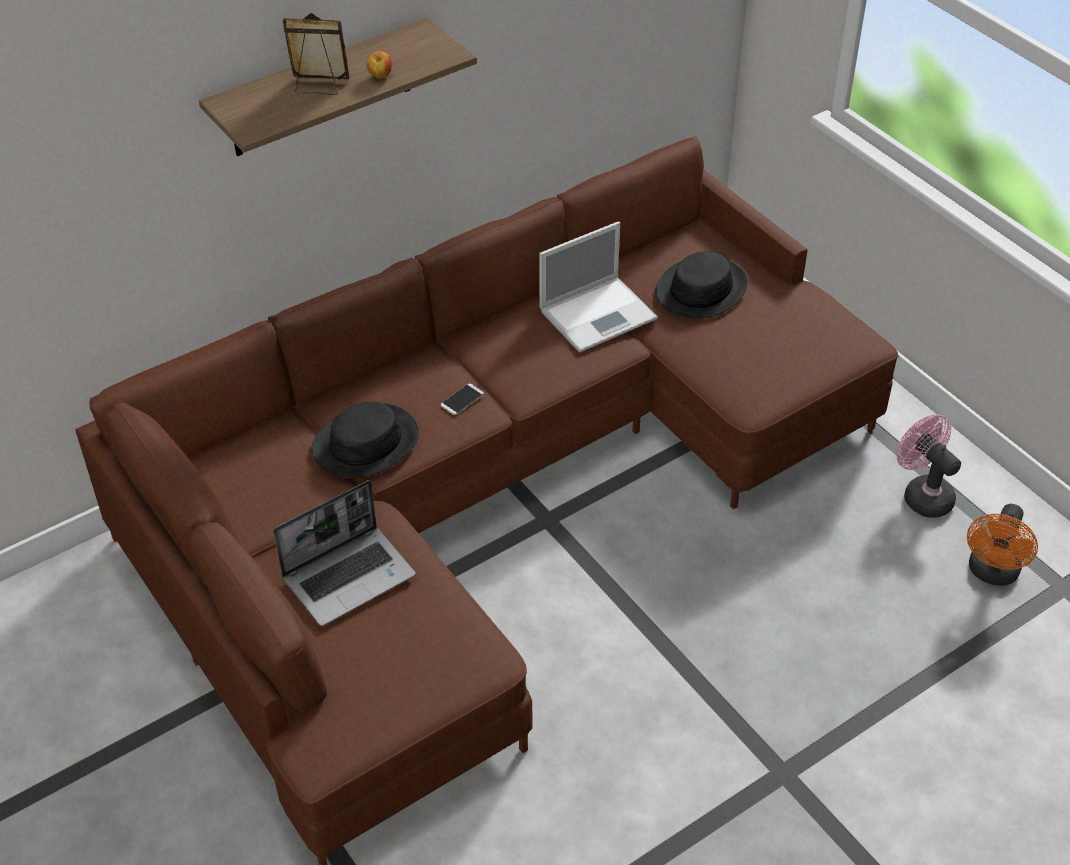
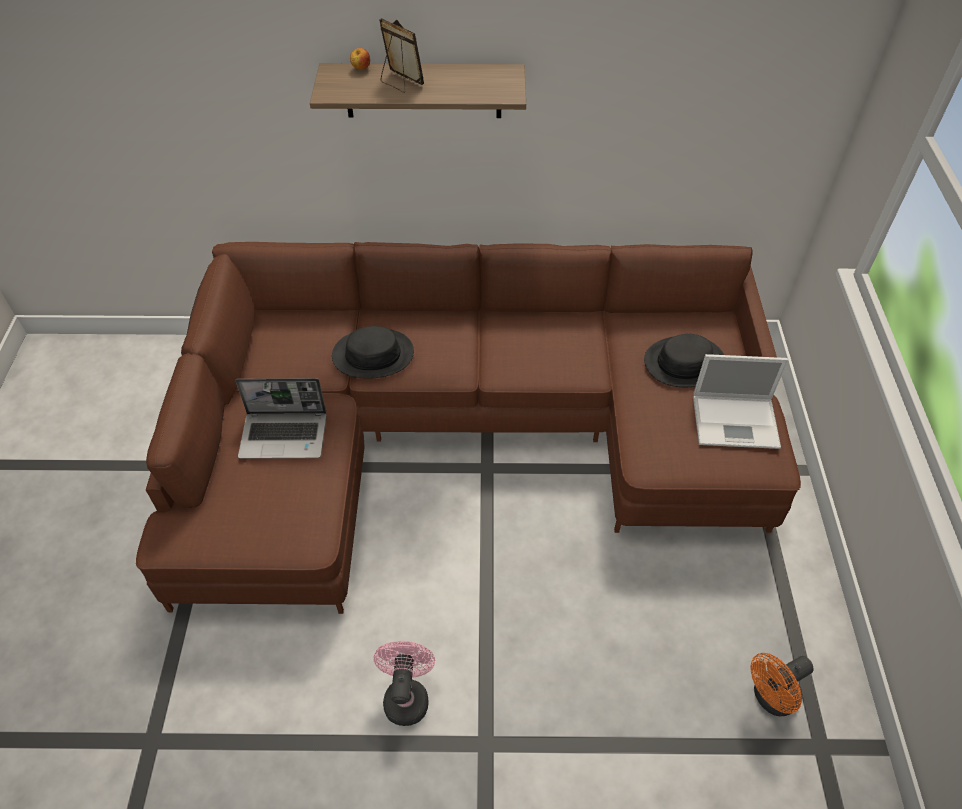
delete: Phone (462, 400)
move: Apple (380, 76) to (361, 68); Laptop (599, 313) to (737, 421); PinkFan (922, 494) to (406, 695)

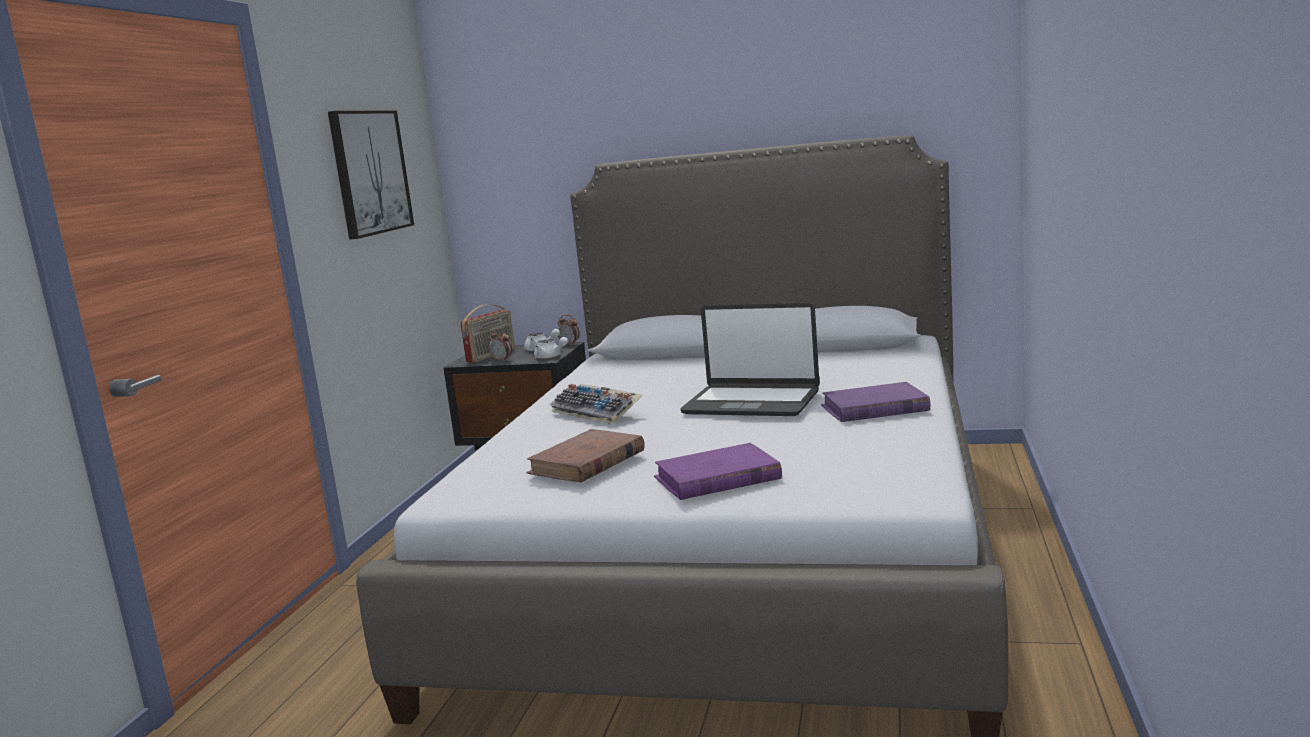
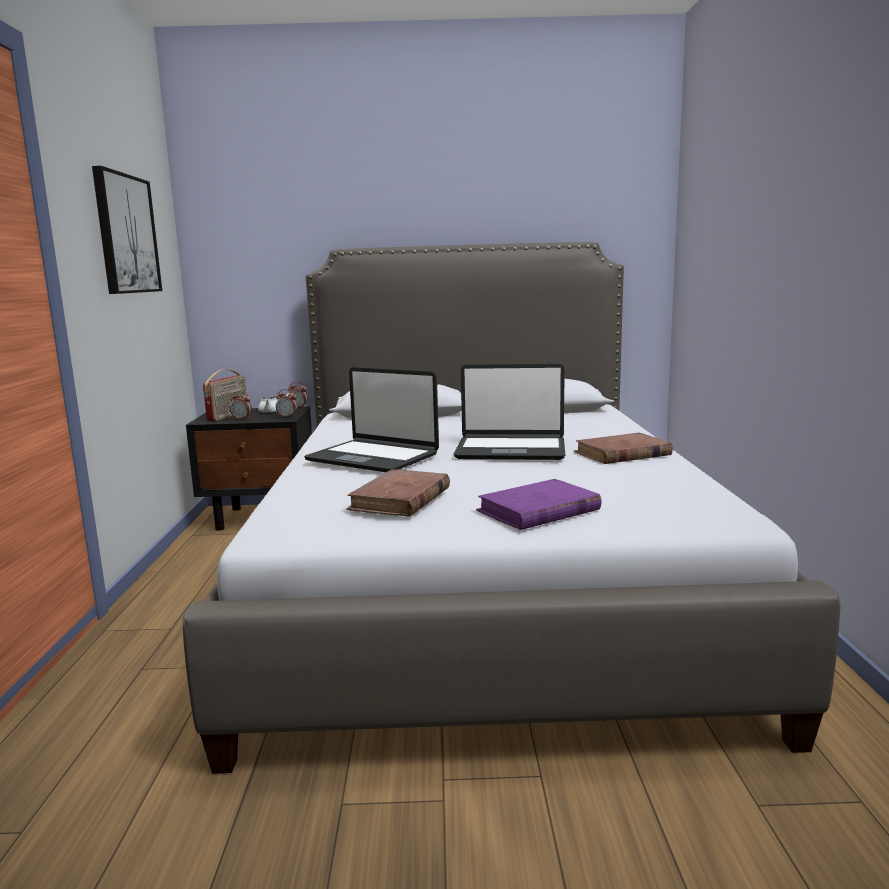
replace: WhiteTeapot (550, 357) to AlarmClock (287, 417); Keyboard (598, 412) to Laptop (373, 457)
recolor: PurpleBook (874, 408) to BrownBook (622, 454)

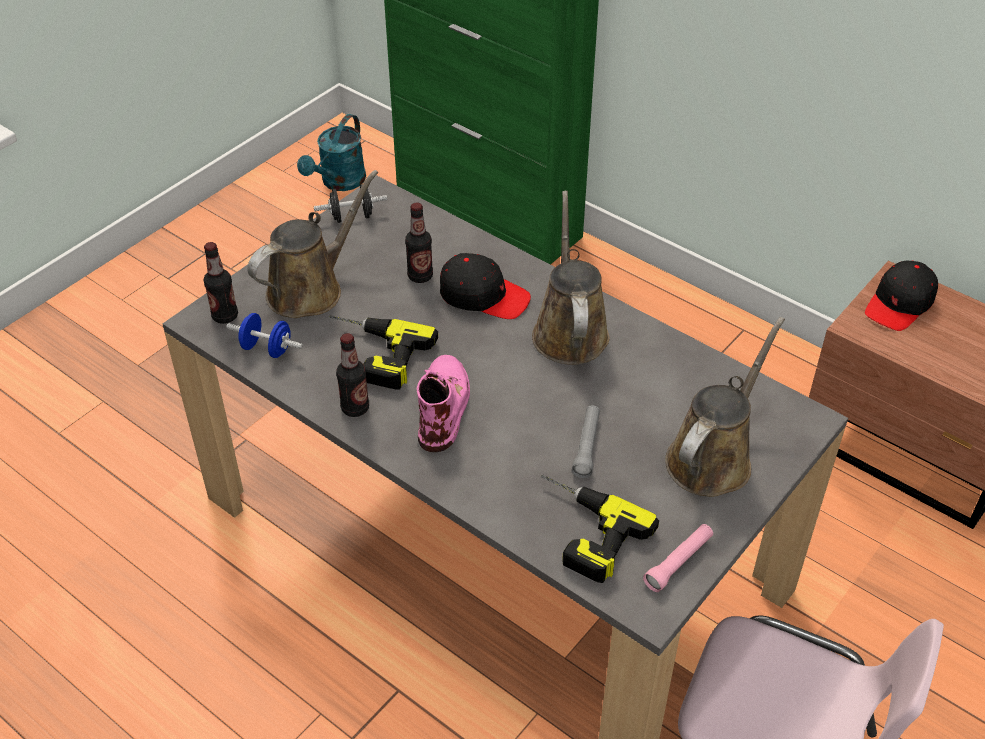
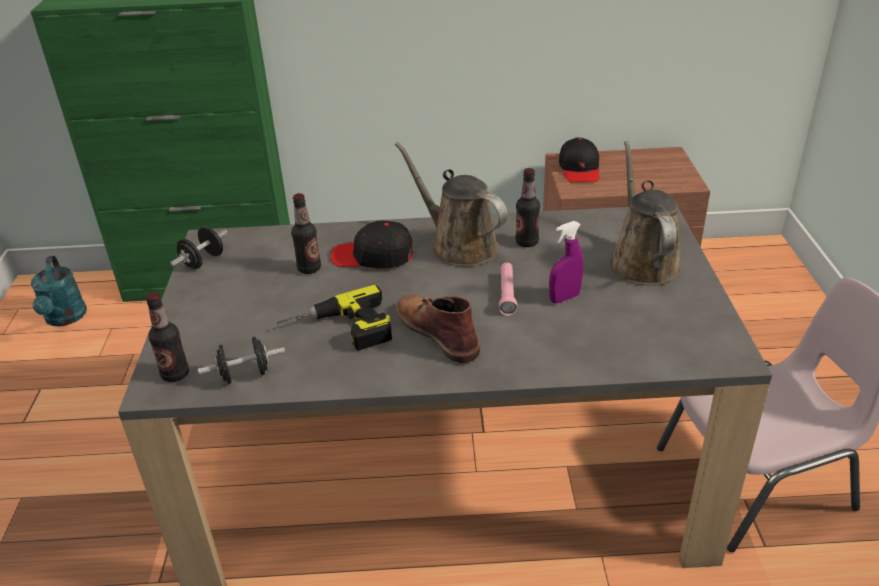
delete: BrownWateringCan (310, 289); PowerDrill (580, 531)
move: Bottle (355, 408) to (527, 242); PinkFlashlight (678, 562) to (507, 294)
replace: GreyFlashlight (587, 446) to PurpleSprayBottle (564, 298)
recolor: BlueDumbbell (267, 349) to BlackDumbbell (245, 375); PinkBoot (443, 405) to BrownBoot (437, 331)
rotate: BlackCap (484, 296) = (373, 256) 150 degrees counterclockwise

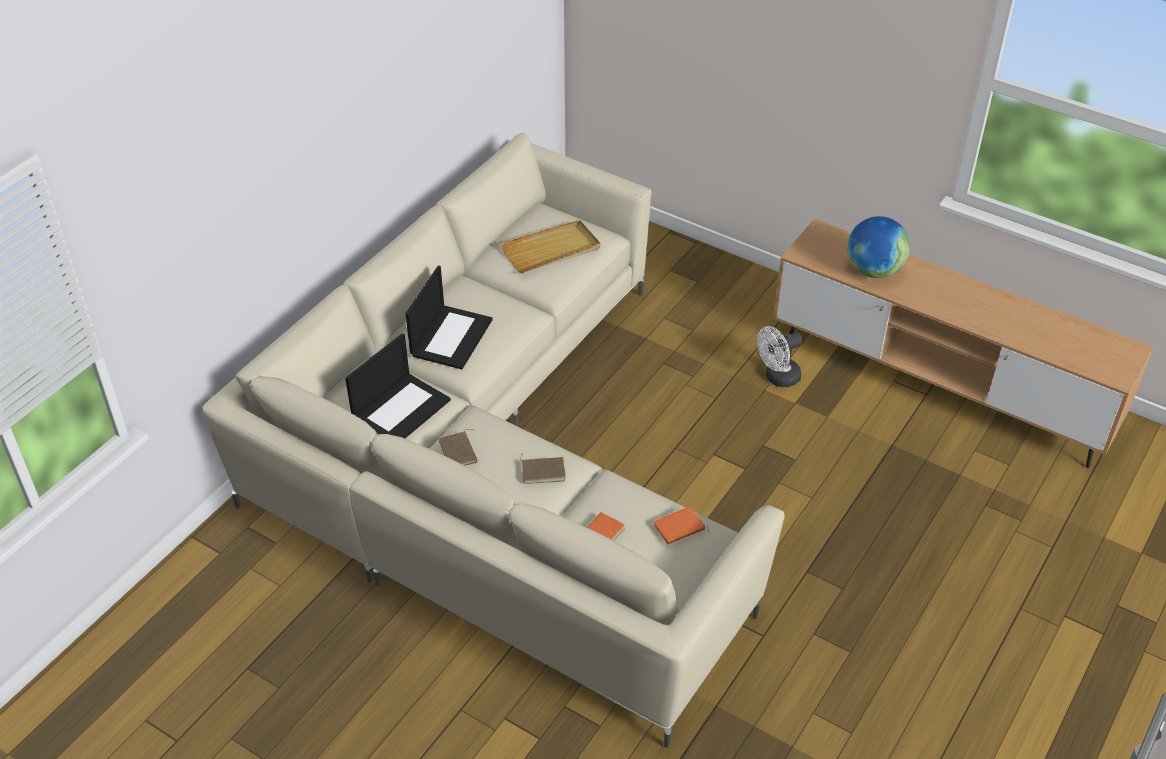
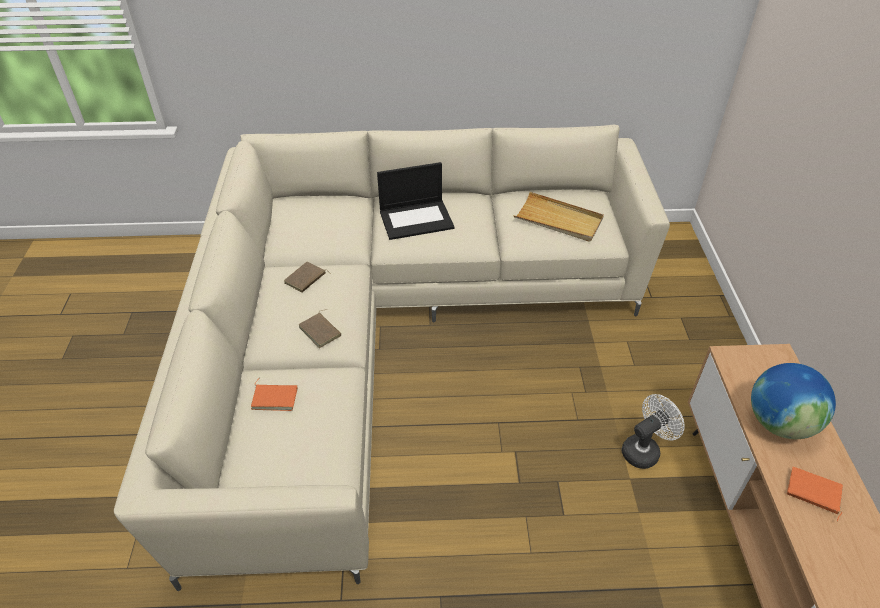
delete: Laptop (401, 409)
move: OrangeBook (679, 528) to (813, 493)
rotate: WhiteFan (777, 378) = (644, 450) 120 degrees clockwise

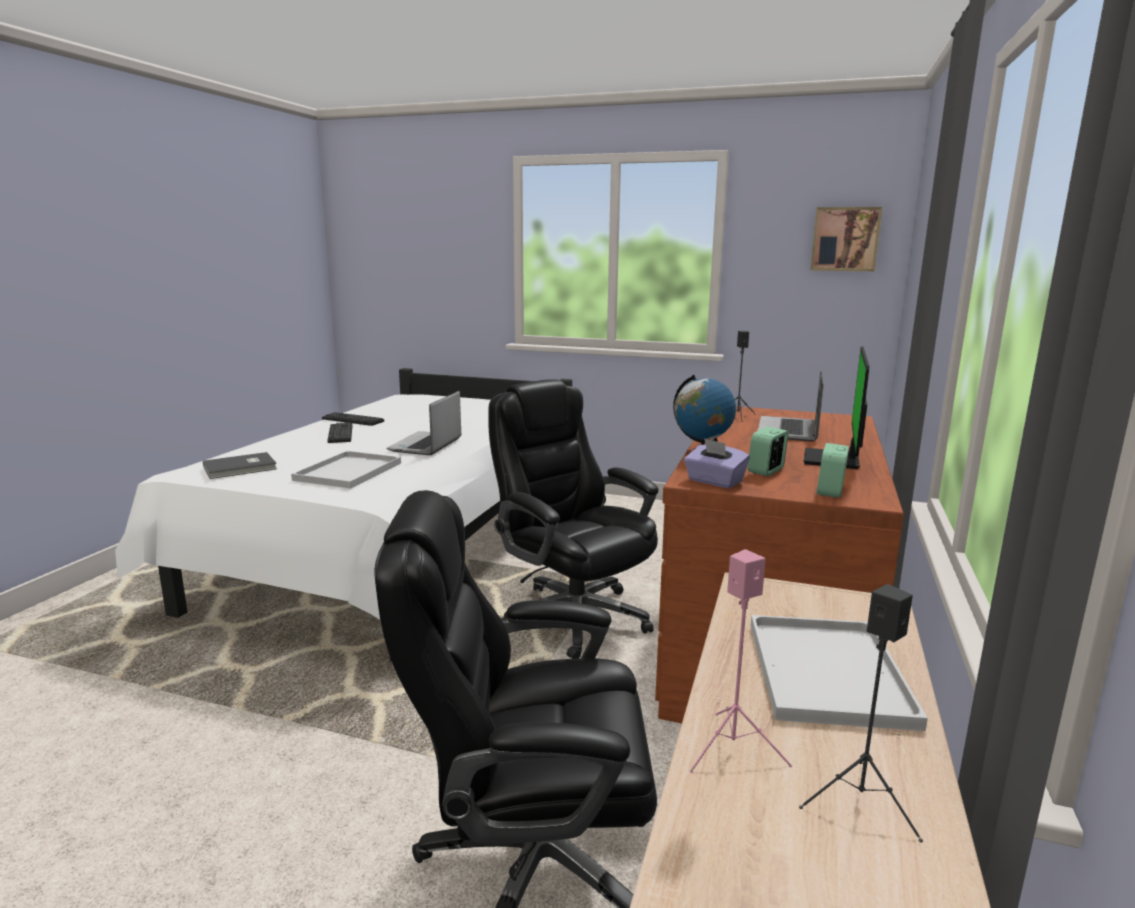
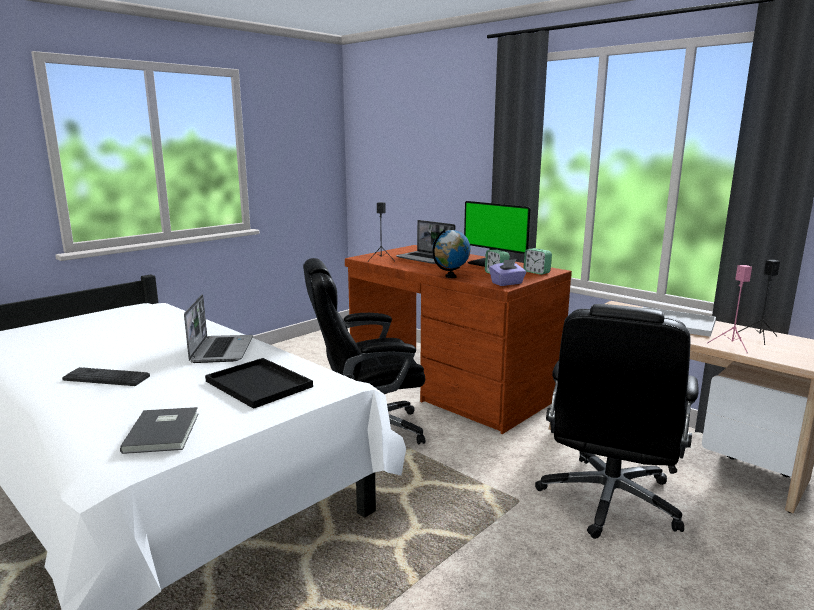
delete: Keyboard (353, 420); Picture (845, 239)
recolor: WhiteTray (348, 472) to BlackTray (260, 384)
rotate: Laptop (426, 445) = (221, 350) 135 degrees counterclockwise

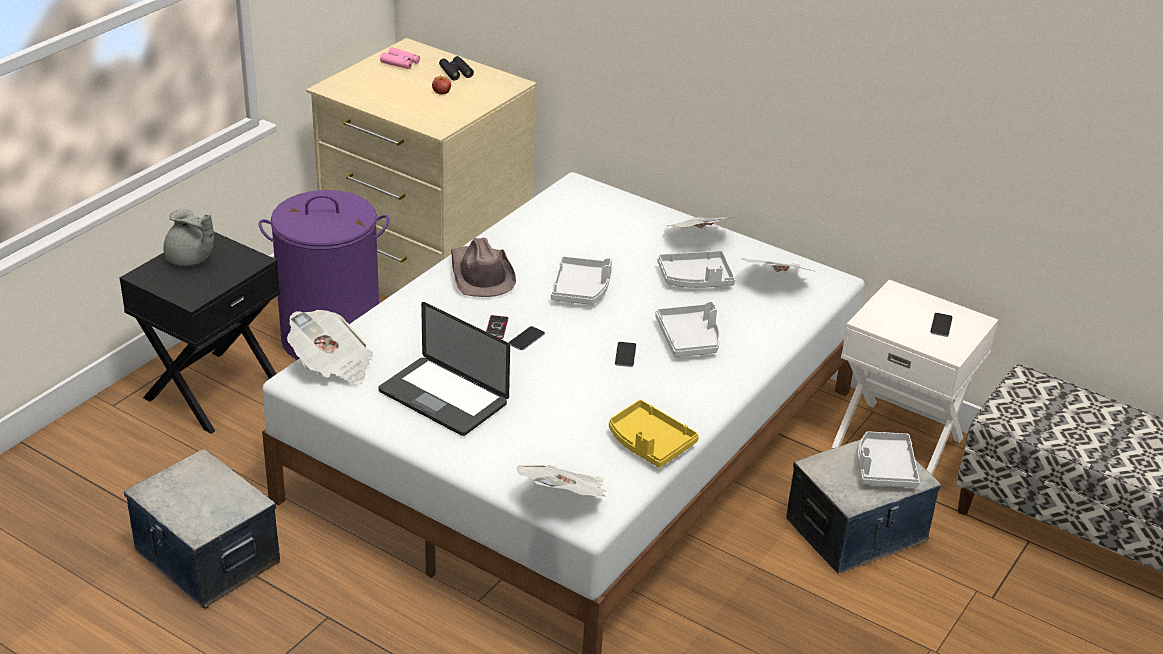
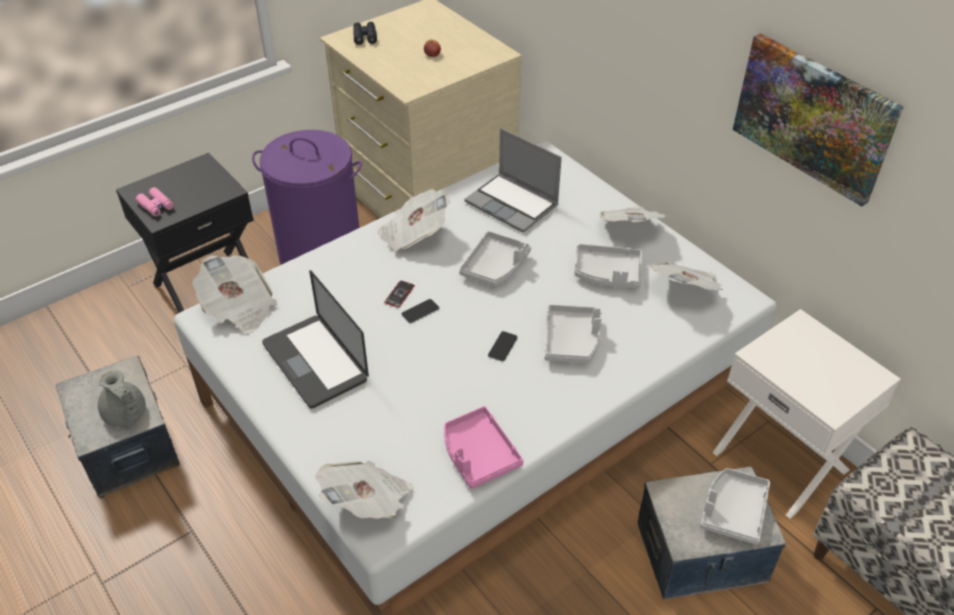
delete: Phone (941, 325)
insert: Laptop (513, 204); Picture (813, 117)
move: GreyTeapot (190, 260) to (126, 415); PinkBinoculars (400, 63) to (156, 206); BlackBinoculars (455, 72) to (365, 37)
replace: BrownHat (481, 274) to Newspaper (413, 235)
recolor: YellowTray (649, 443) to PinkTray (478, 454)

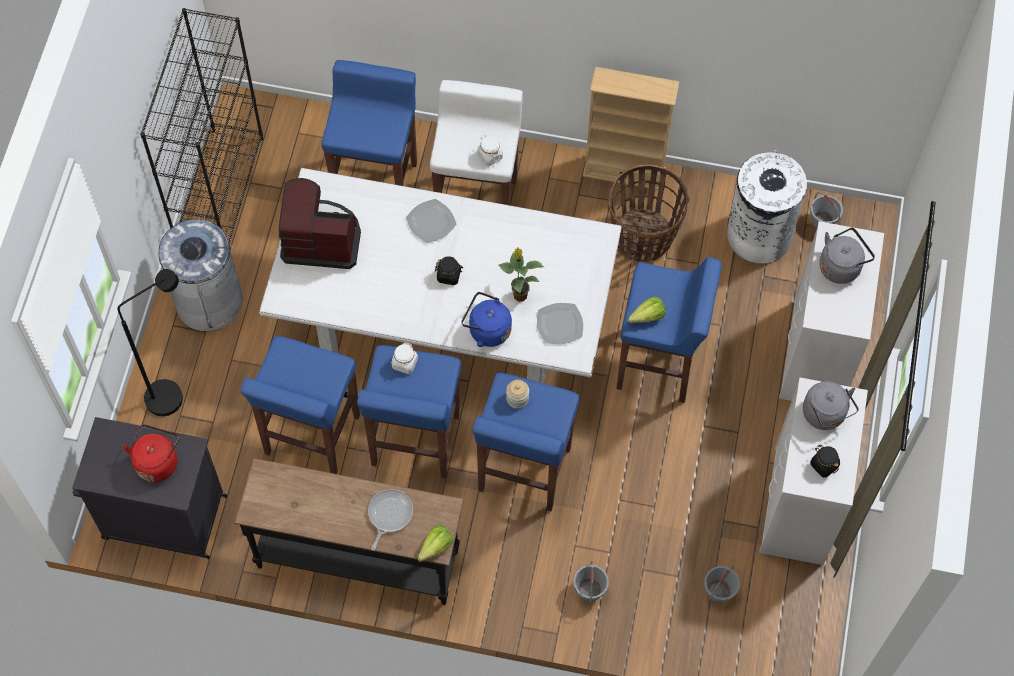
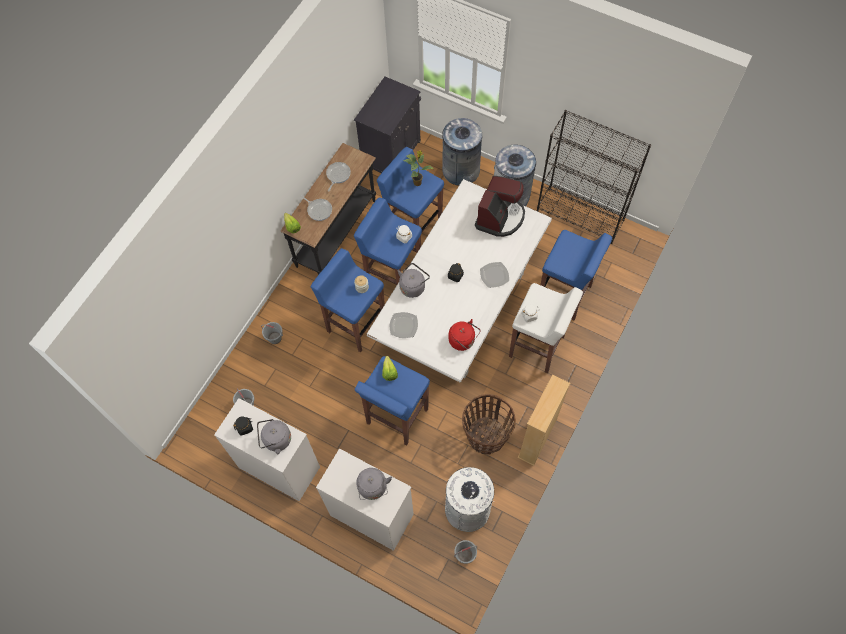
insert: FryingPan (337, 175)
move: RedKettle (157, 461) to (463, 341); PottedPlant (519, 294) to (418, 182)
replace: BlackFloorLamp (172, 392) to GreyTrashCan (460, 170)
recolor: BlueKettle (487, 330) to GreyKettle (413, 286)

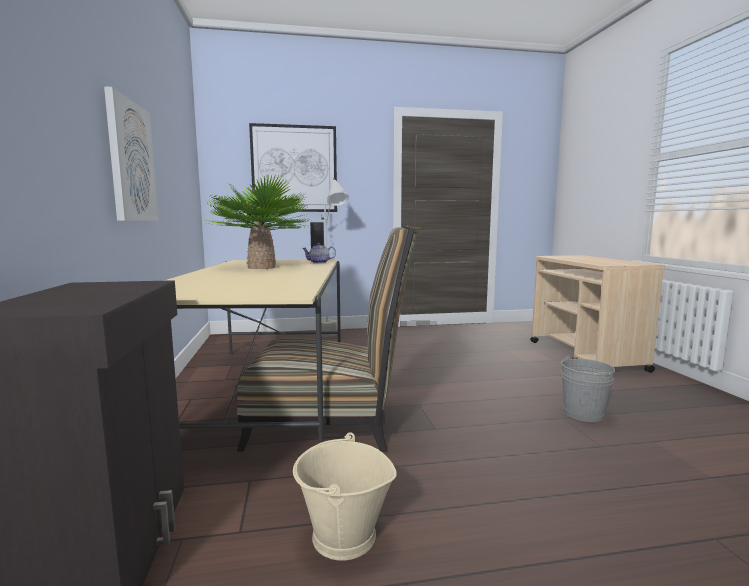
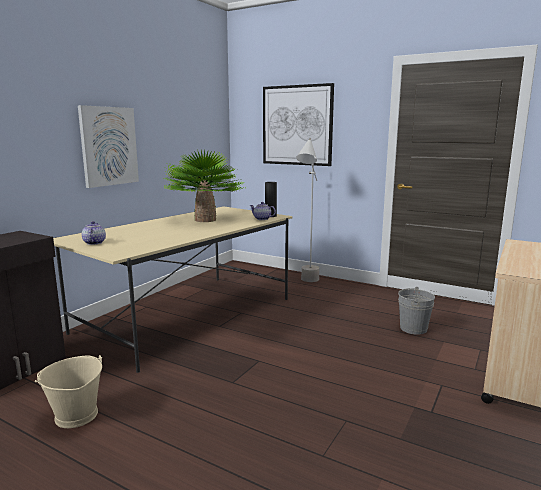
delete: Chair (332, 422)
insert: Teapot (94, 243)
move: GreyBucket (583, 413) to (413, 328)

